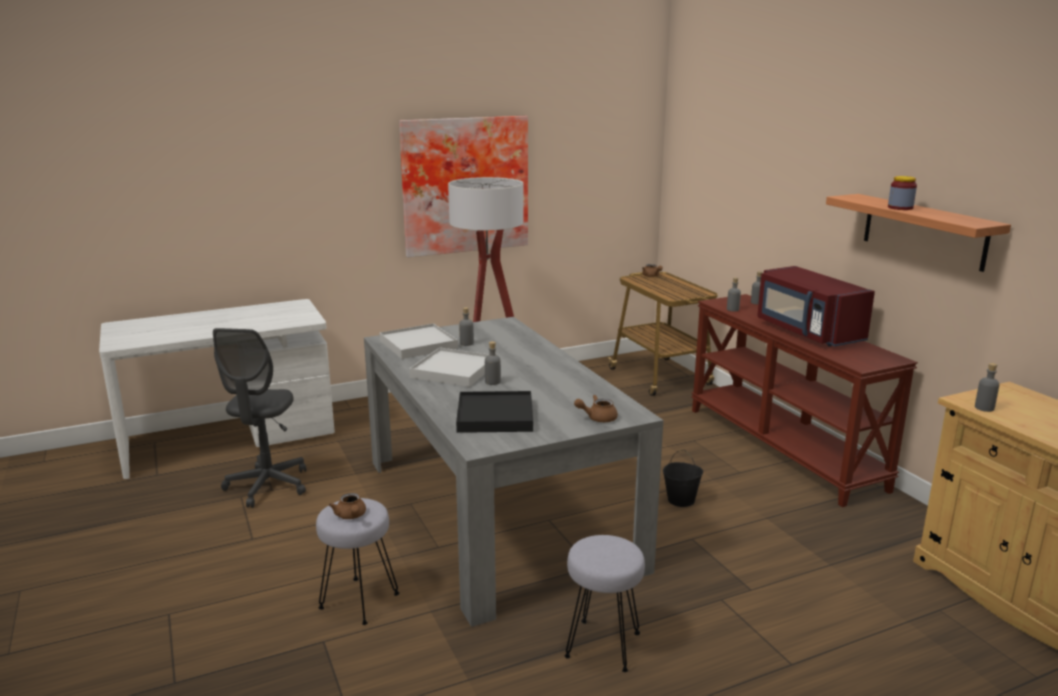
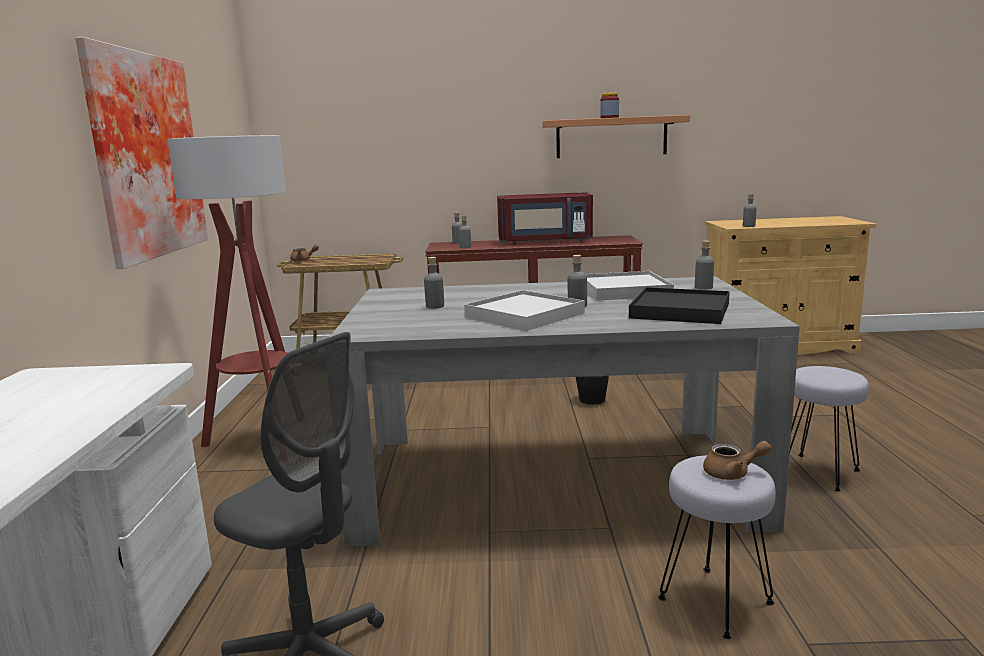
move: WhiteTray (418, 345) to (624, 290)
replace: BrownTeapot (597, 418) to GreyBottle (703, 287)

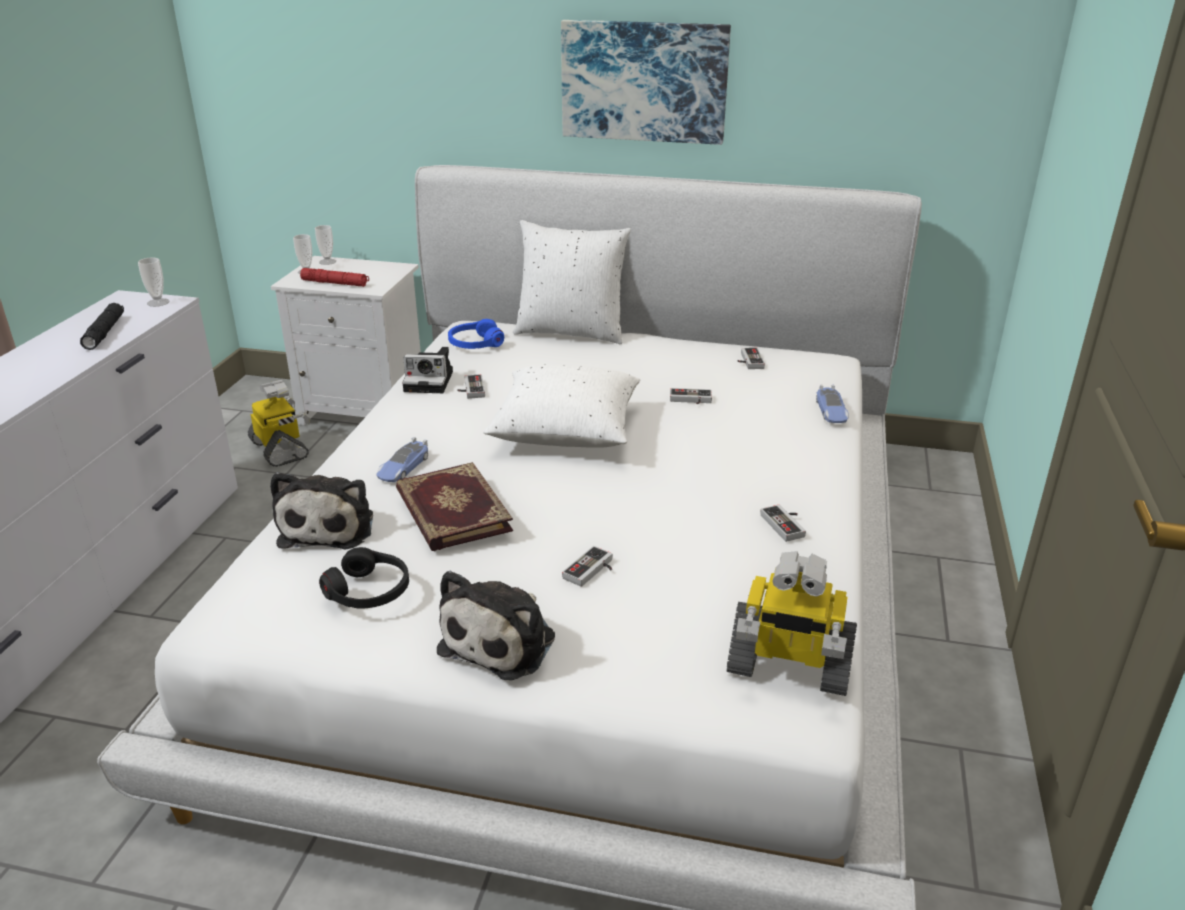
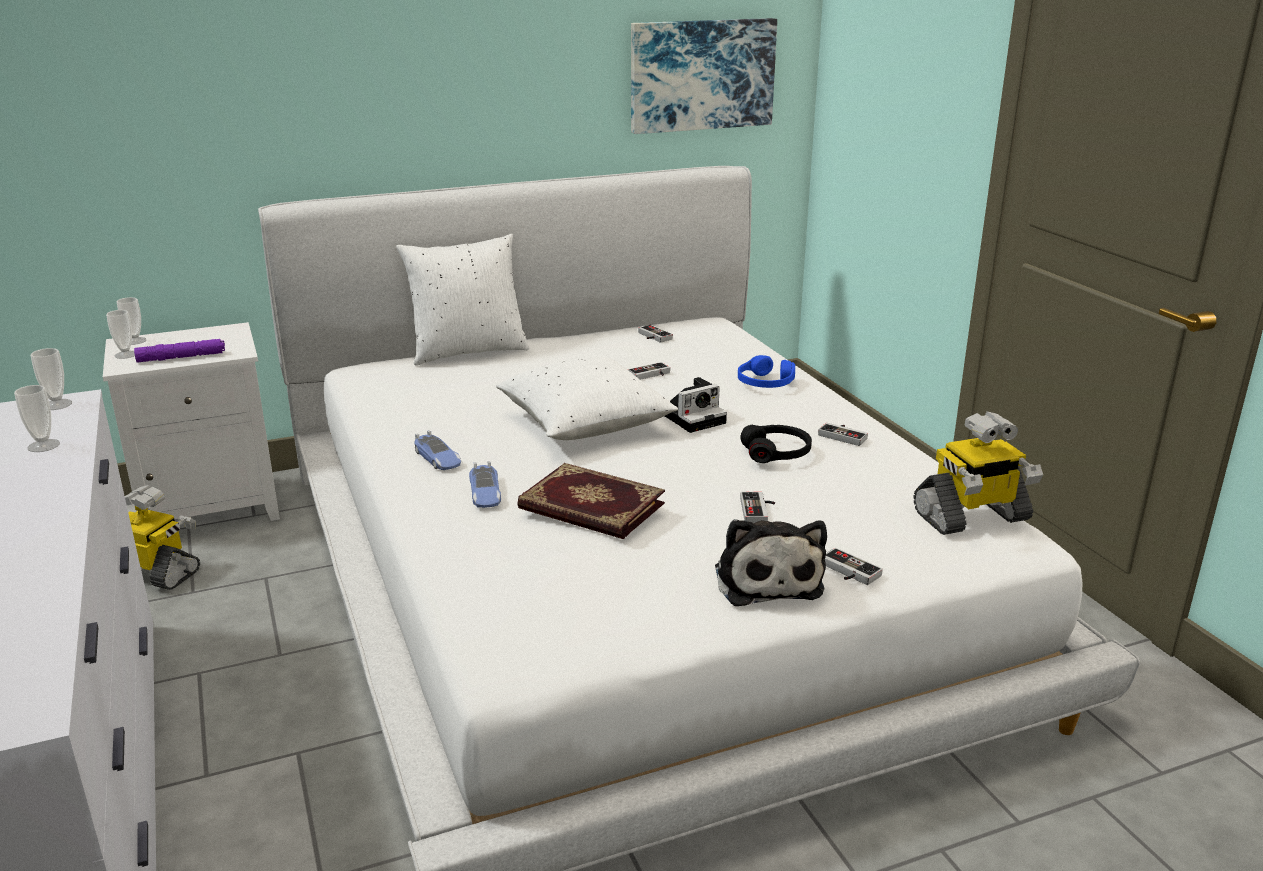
delete: PlushToy (329, 527)
move: BlackHeadphones (369, 591) to (776, 453); PhotoCamera (431, 381) to (694, 417); BlueHeadphones (475, 344) to (765, 383); GameController (470, 389) to (847, 572); Picture (644, 81) to (701, 75); ToyCar (831, 411) to (438, 458)
replace: BlackFlashlight (104, 332) to Cup (43, 446)
recolor: RedFlashlight (335, 283) to PurpleFlashlight (181, 357)

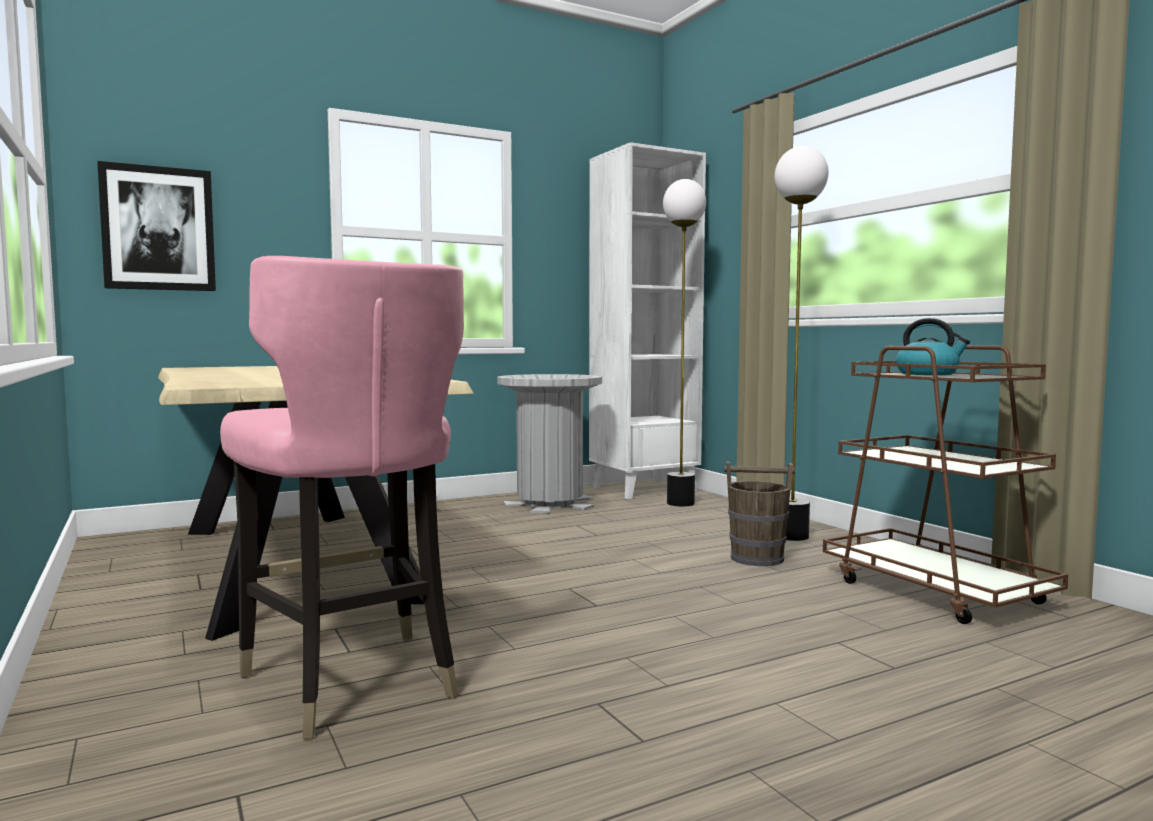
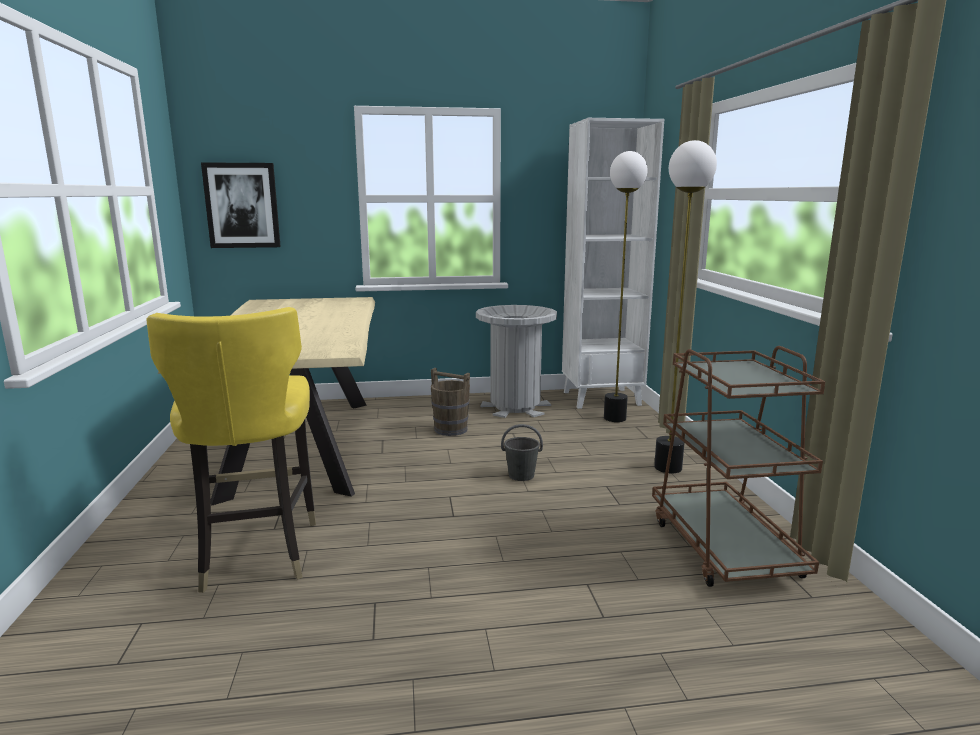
delete: Kettle (928, 374)
insert: GreyBucket (522, 475)
move: BrownBucket (756, 558) to (450, 429)
recolor: PinkChair (351, 681) to YellowChair (256, 553)

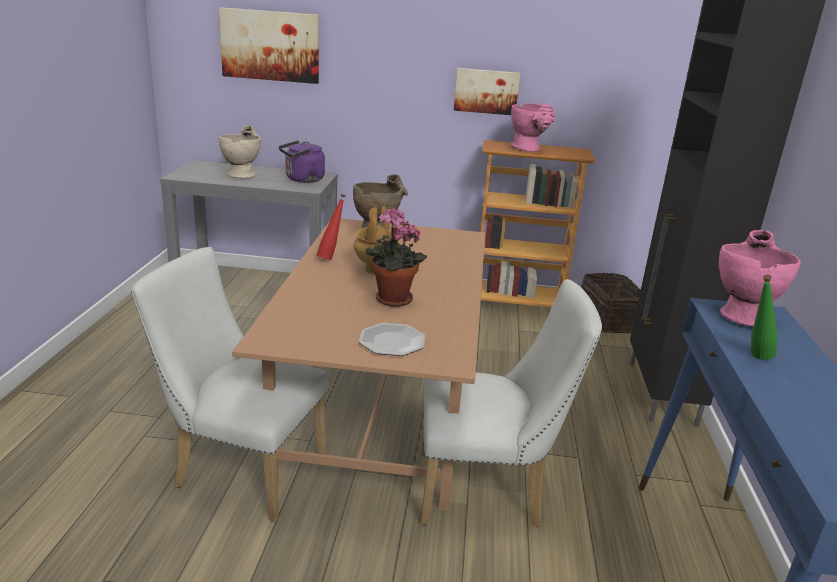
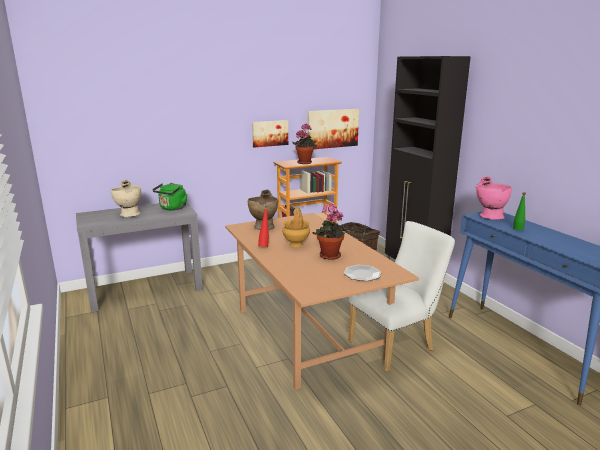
delete: WhiteChair (241, 469)
move: Picture (270, 45) to (332, 128)
replace: PinkVase (529, 150) to PottedPlant (305, 162)
recolor: PurpleKettle (302, 180) to GreenKettle (172, 208)

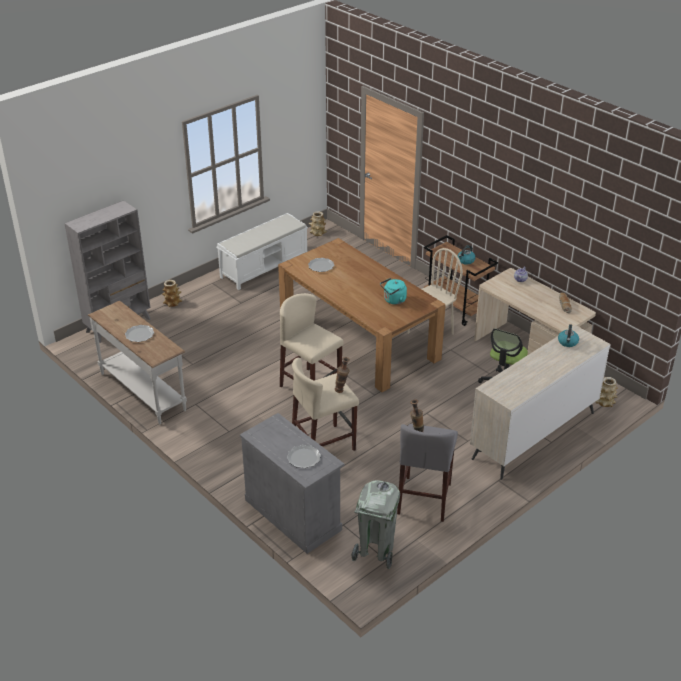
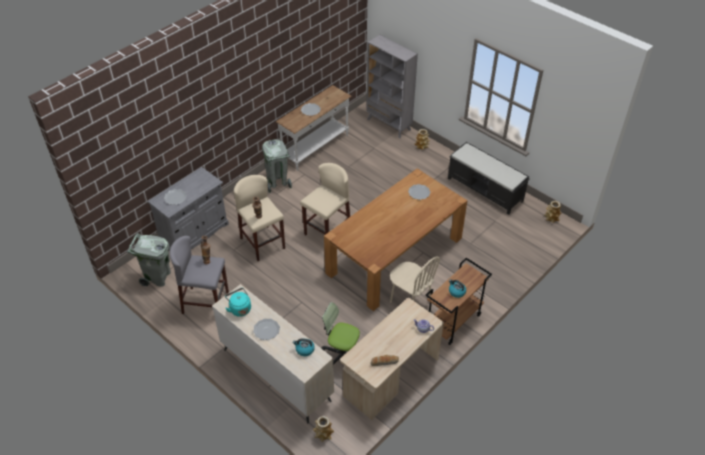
insert: Plate (266, 330); GreyTrashCan (278, 183)
move: TurquoiseKettle (393, 300) to (239, 308)
recolor: WhiteBench (264, 267) to BlackBench (485, 190)

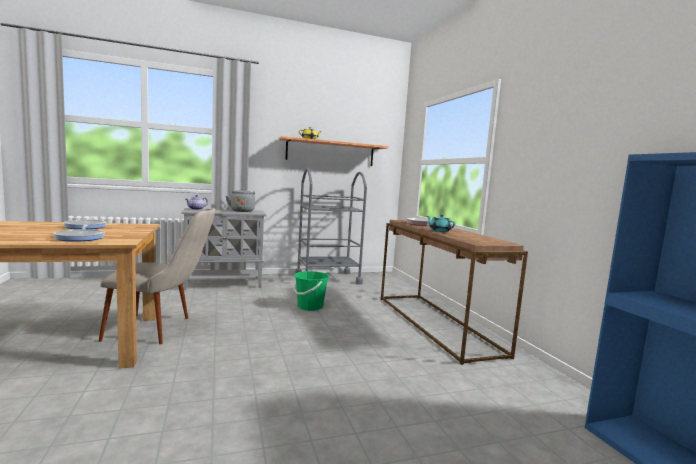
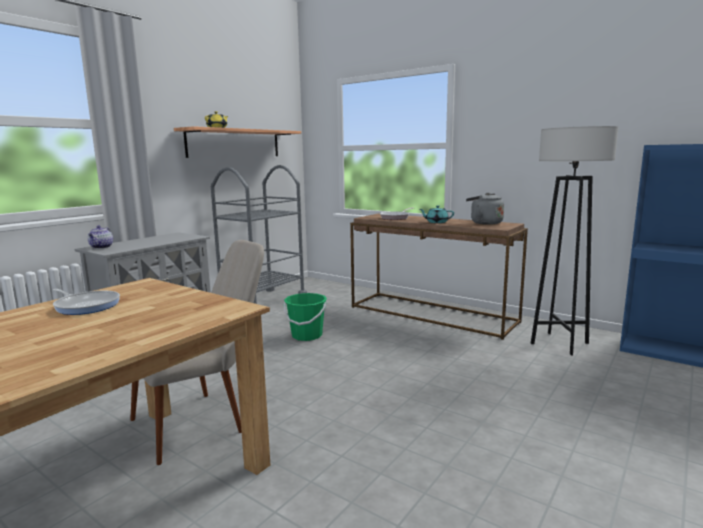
delete: FryingPan (81, 237)
insert: GreyFloorLamp (559, 343)
move: GreyKettle (242, 211) to (484, 223)

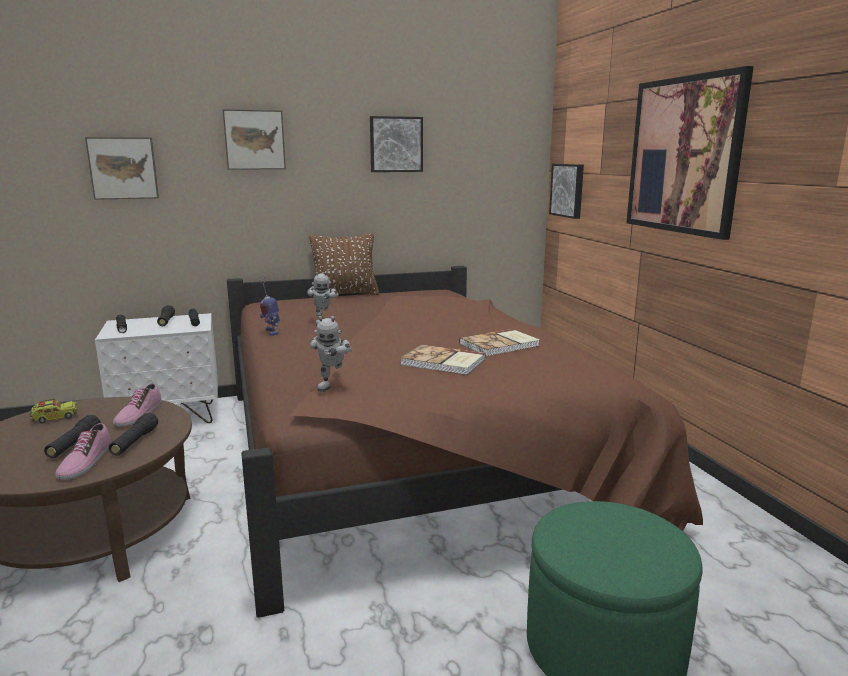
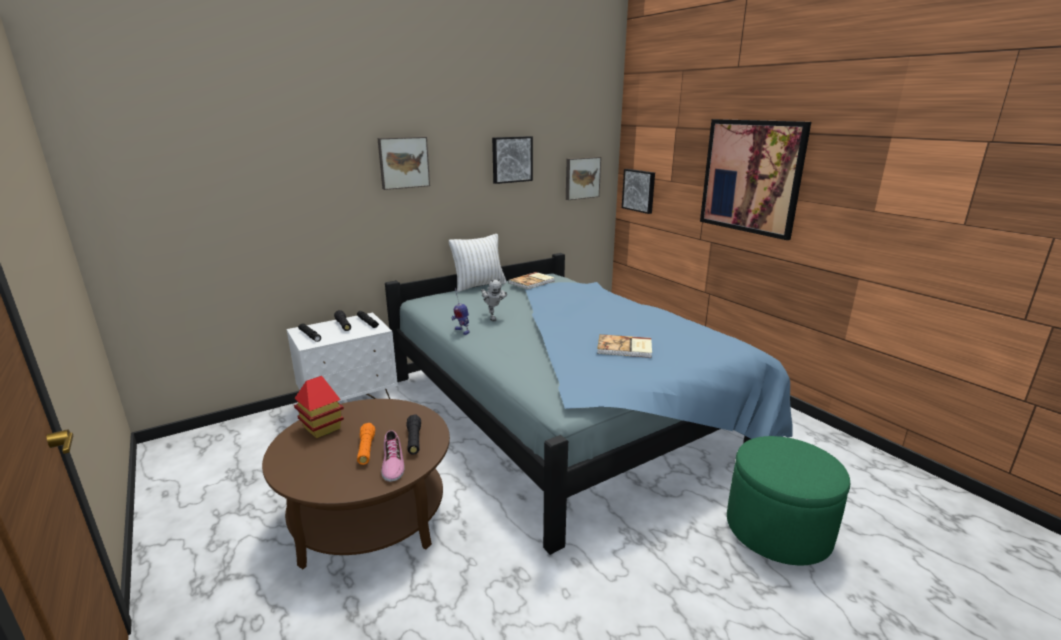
delete: Shoe (138, 414); ToyRobot (332, 385)
move: Picture (123, 168) to (581, 178); Book (500, 345) to (532, 282)
replace: ToyTruck (55, 418) to ToyHouse (322, 428)
recolor: BlackFlashlight (74, 444) to OrangeFlashlight (366, 450); BrownBed (413, 455) to BlueBed (570, 411); BrownPillow (345, 294) to WhitePillow (479, 286)

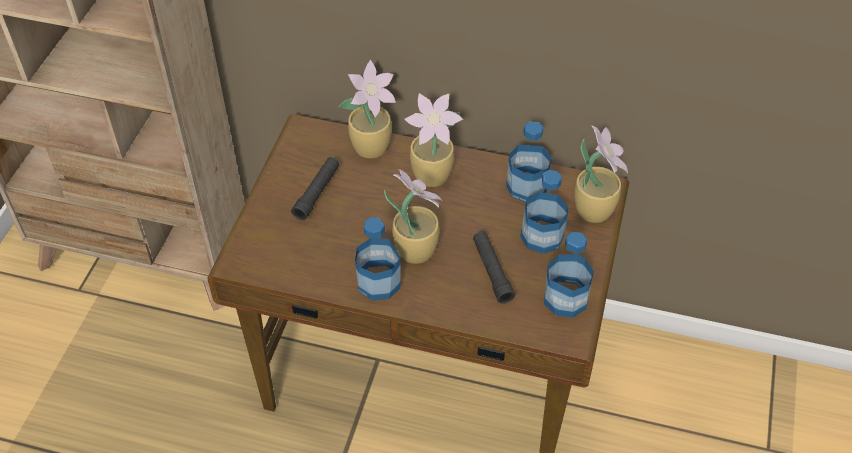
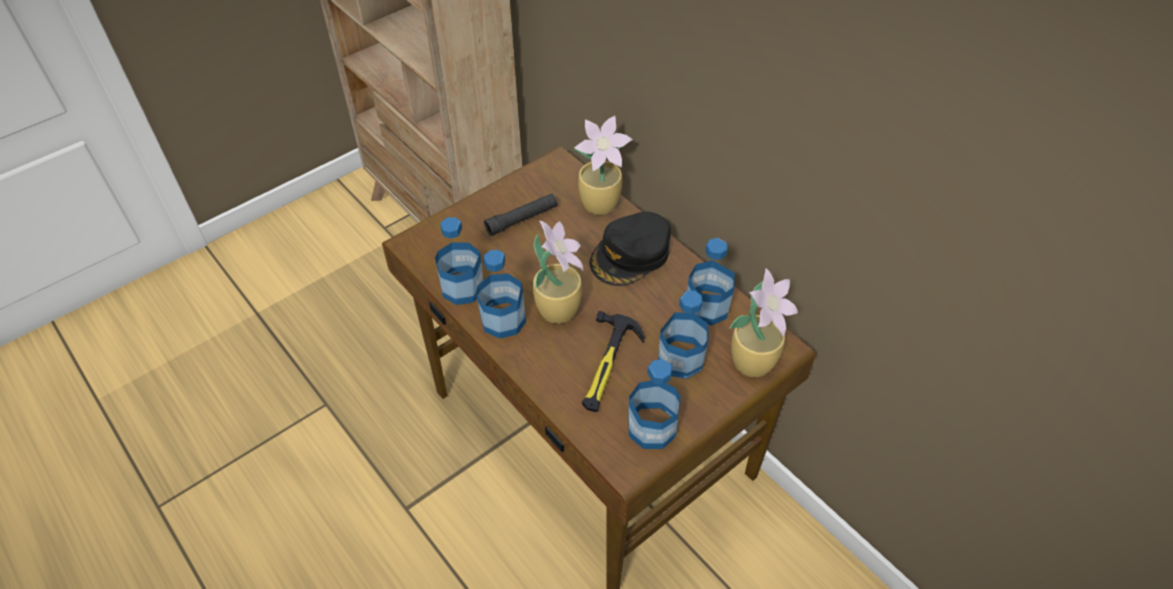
insert: Bottle (463, 288)
replace: PottedPlant (433, 176) to BlackCap (631, 255); BlackFlashlight (492, 271) to Hammer (607, 365)

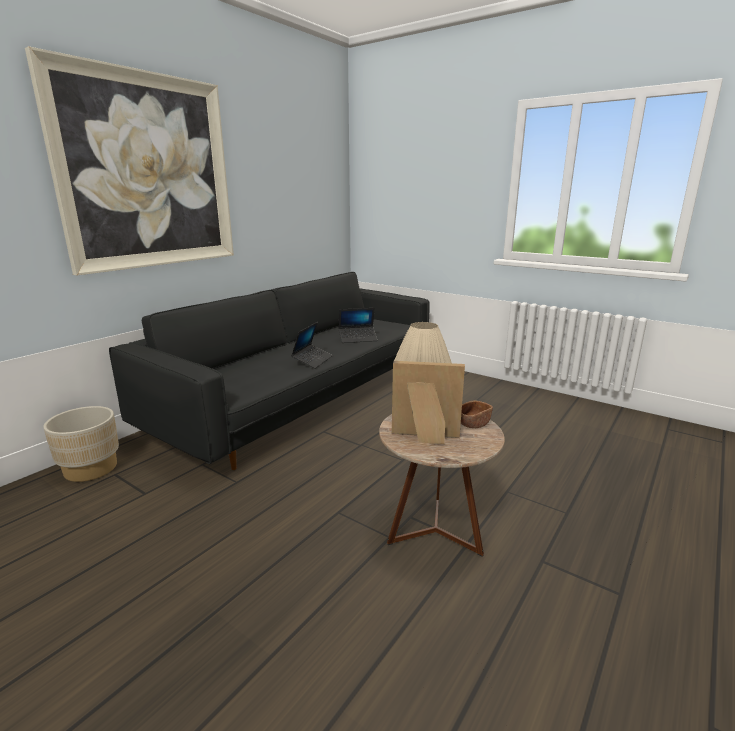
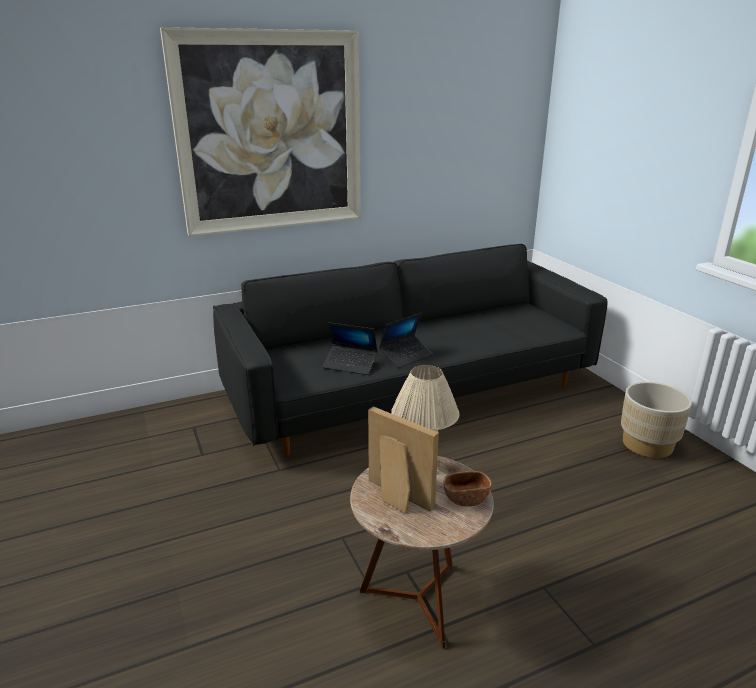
move: BeigePlanter (91, 468) to (647, 444); Laptop (357, 338) to (350, 364)

